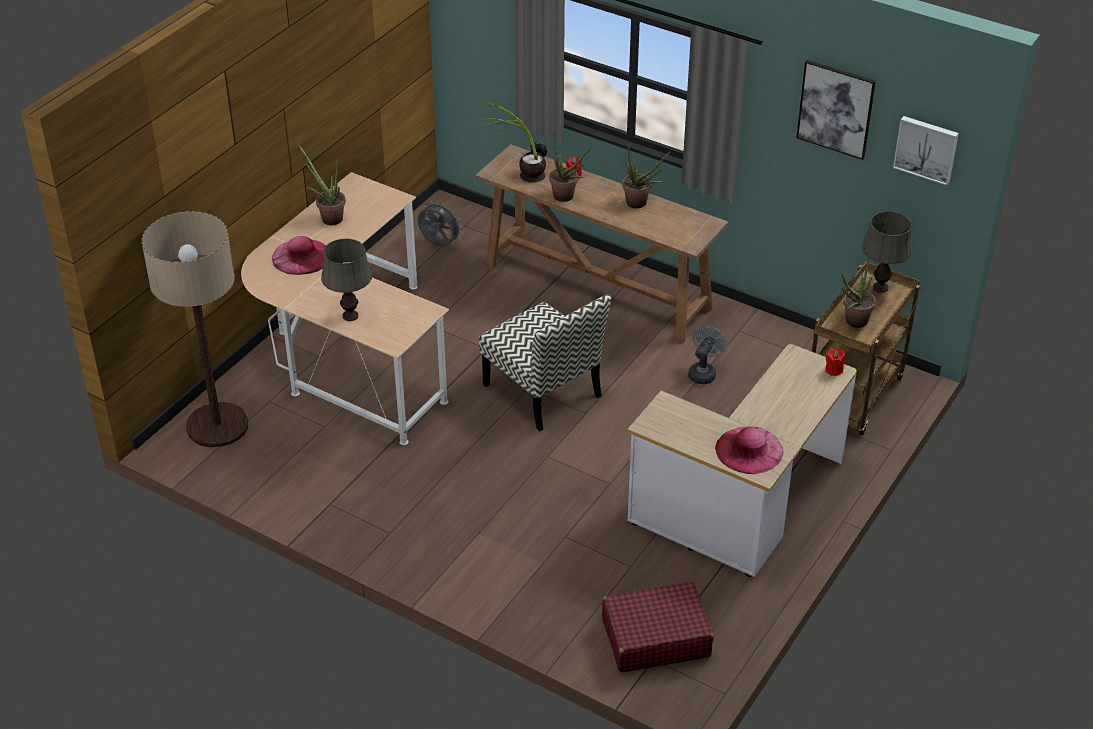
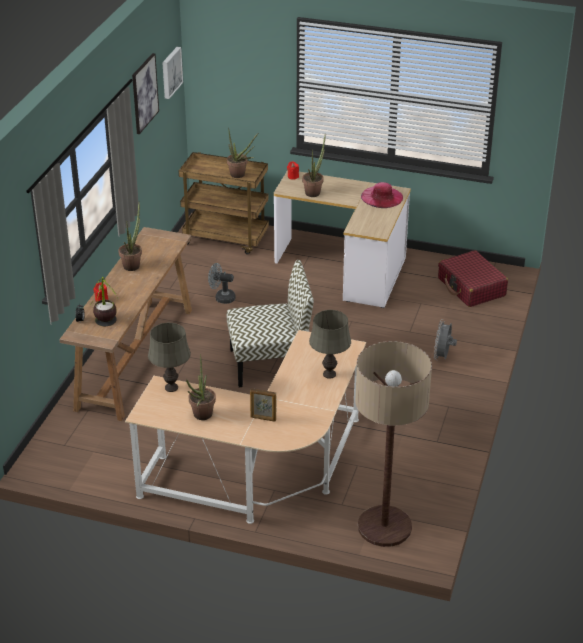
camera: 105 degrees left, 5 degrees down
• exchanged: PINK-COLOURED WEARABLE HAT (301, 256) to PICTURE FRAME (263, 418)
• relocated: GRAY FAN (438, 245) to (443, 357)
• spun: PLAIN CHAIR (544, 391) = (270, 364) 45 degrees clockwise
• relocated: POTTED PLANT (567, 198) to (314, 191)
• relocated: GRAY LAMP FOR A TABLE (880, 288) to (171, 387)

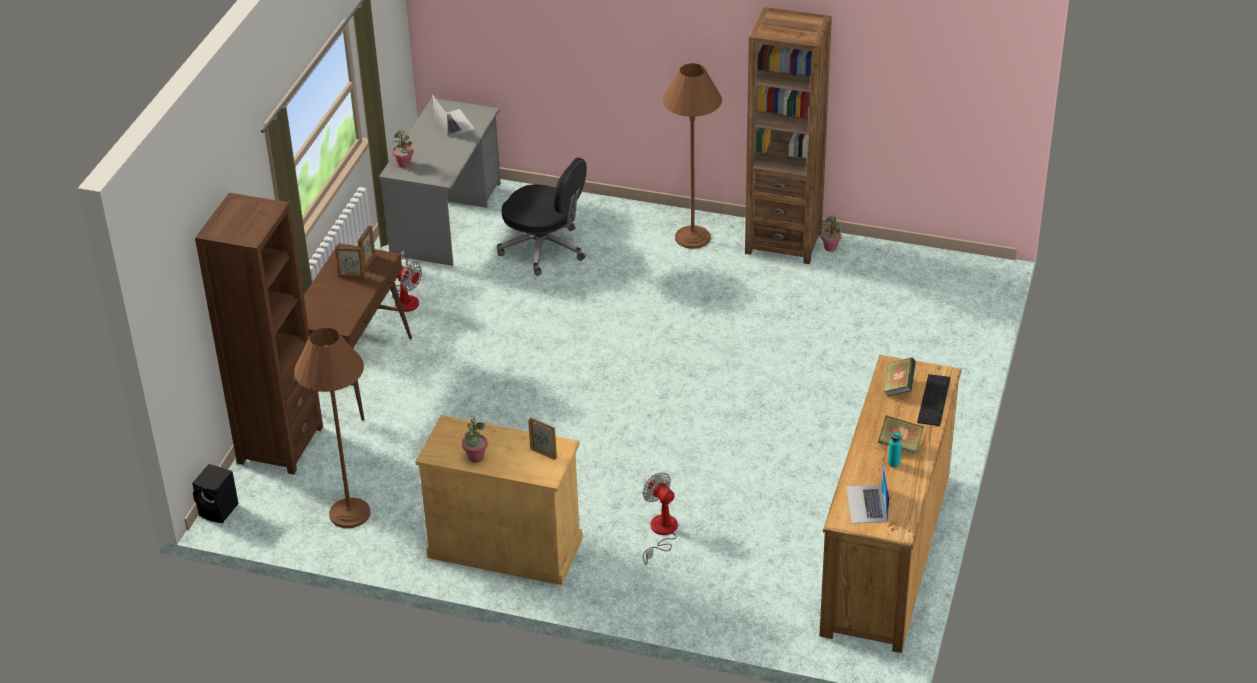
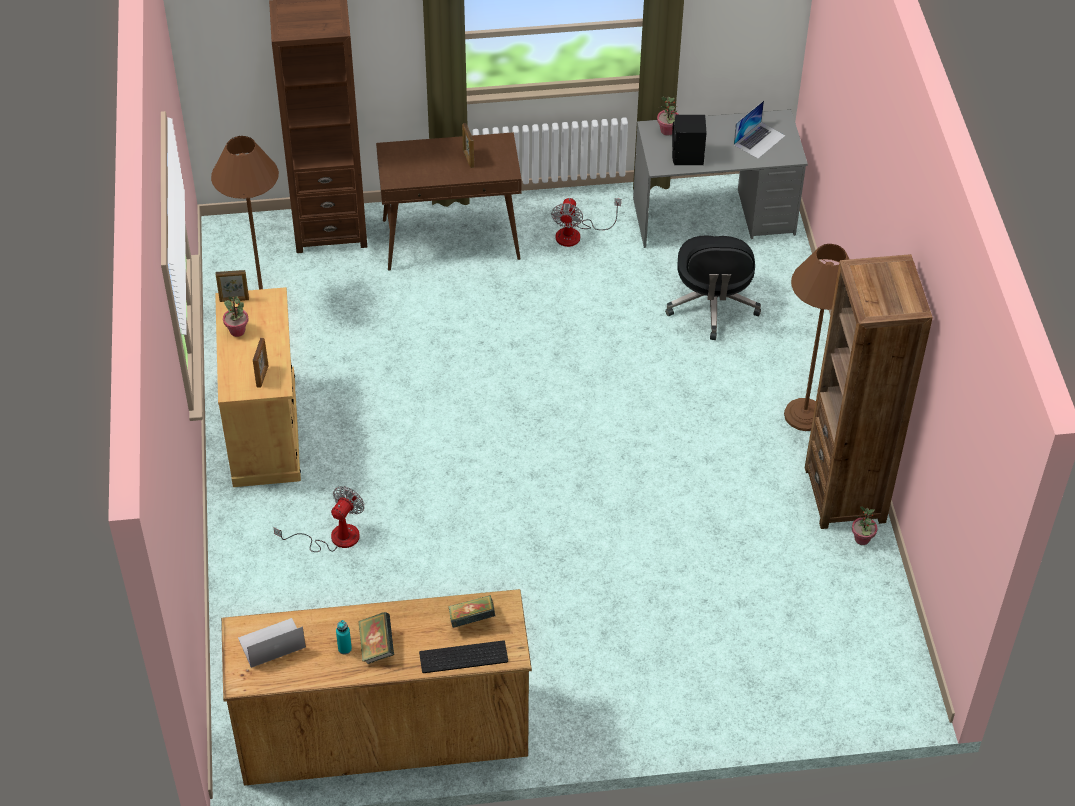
camera: 65 degrees right, 10 degrees up
• relocated: BLACK AUDIO SPEAKER (219, 510) to (687, 157)
• relocated: PICTURE FRAME (368, 261) to (234, 300)

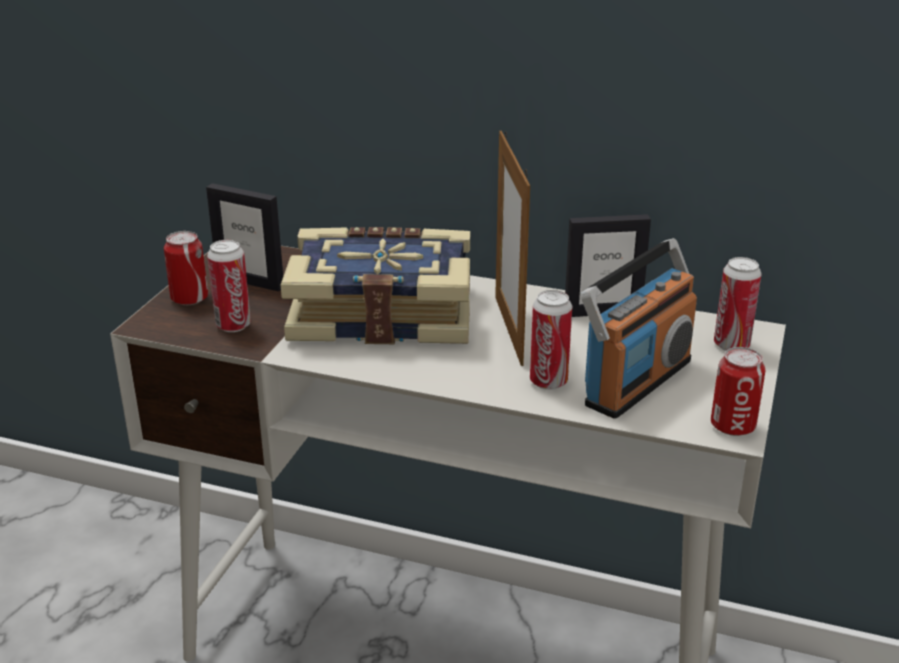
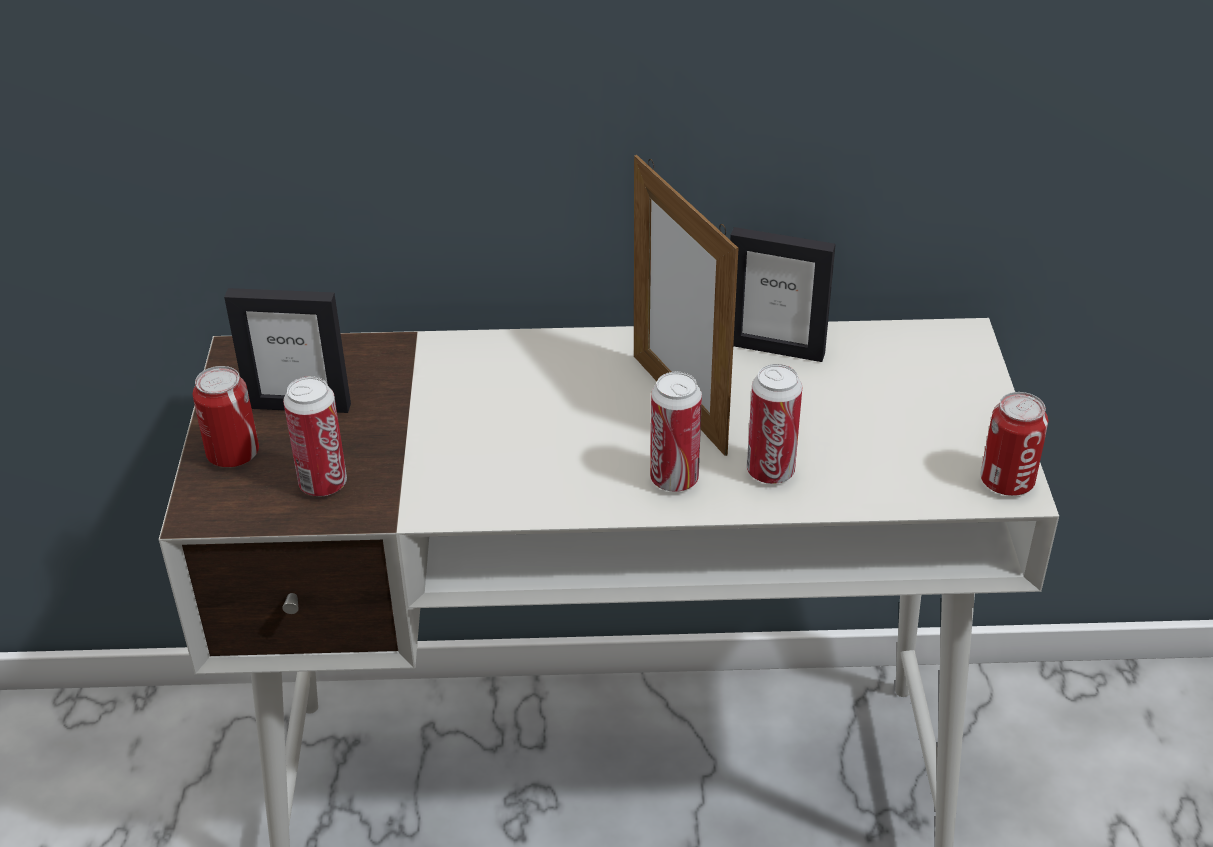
camera: 20 degrees left, 10 degrees up
• missing: BOOK (382, 312)
• spun: PICTURE FRAME (602, 312) = (775, 348) 45 degrees clockwise
• missing: RADIO (636, 382)
• relocated: METAL CAN (731, 345) to (674, 479)

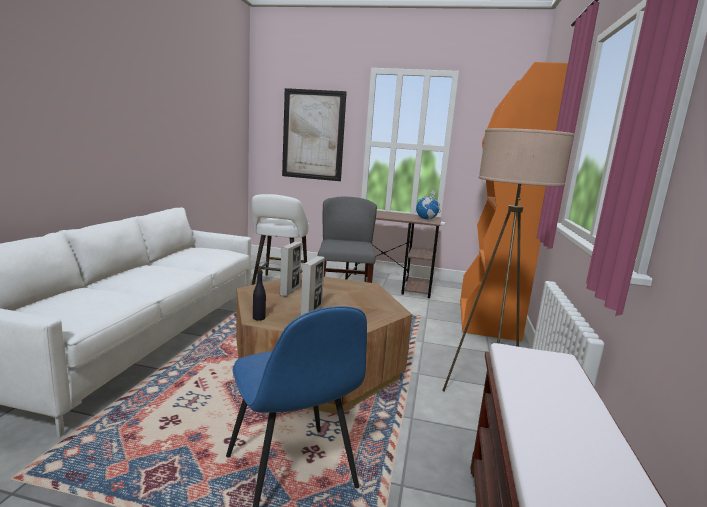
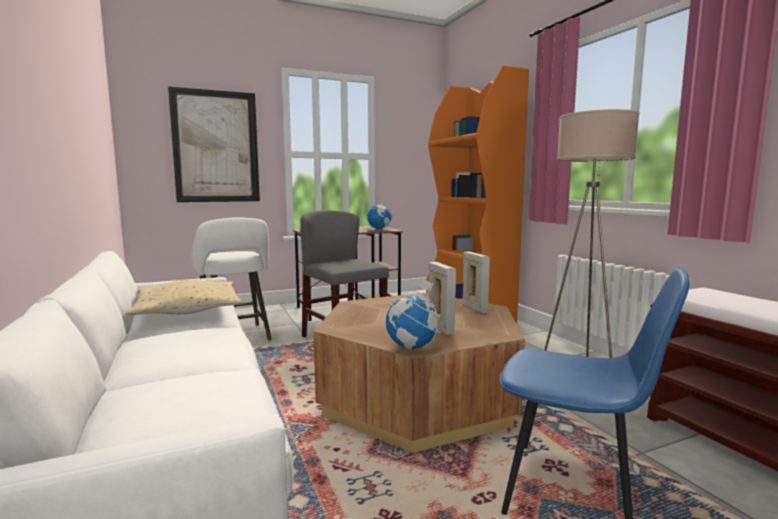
camera: 35 degrees left, 5 degrees down
• exchanged: BLACK BEVERAGE BOTTLE (259, 318) to DESK GLOBE (413, 347)
• relocated: PICTURE FRAME (289, 291) to (474, 308)
• appeared: BEIGE THROW PILLOW (187, 310)

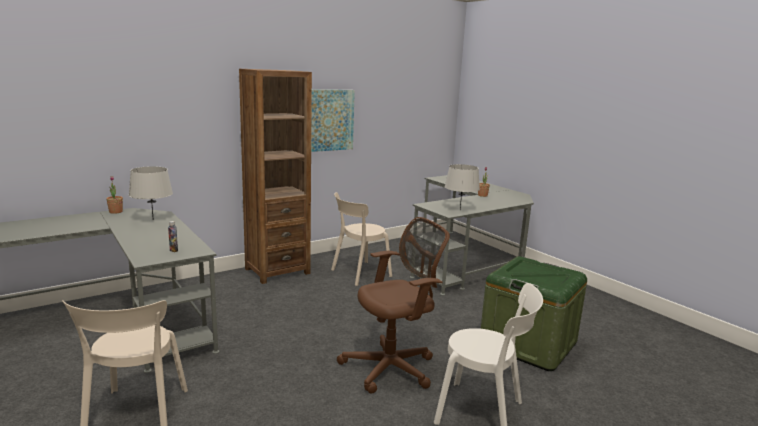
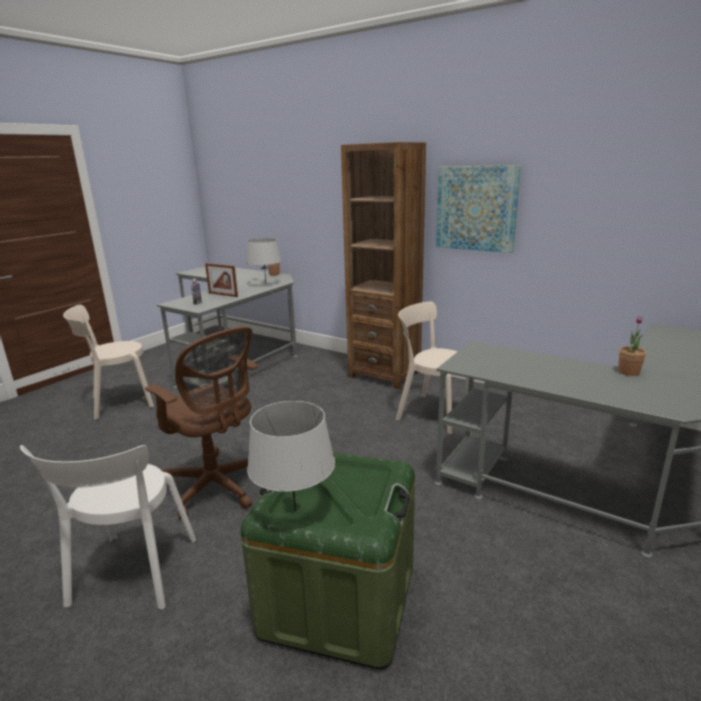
camera: 70 degrees right, 5 degrees up
• relocated: GRAY LAMP FOR A TABLE (460, 210) to (295, 511)
• appeared: PICTURE FRAME (223, 294)

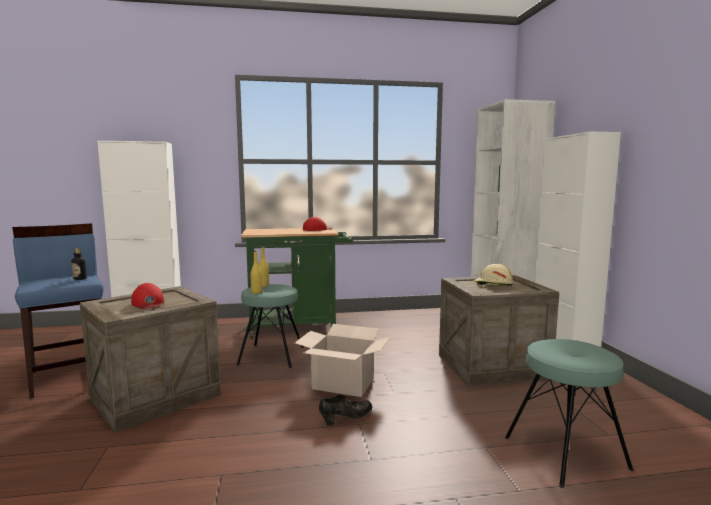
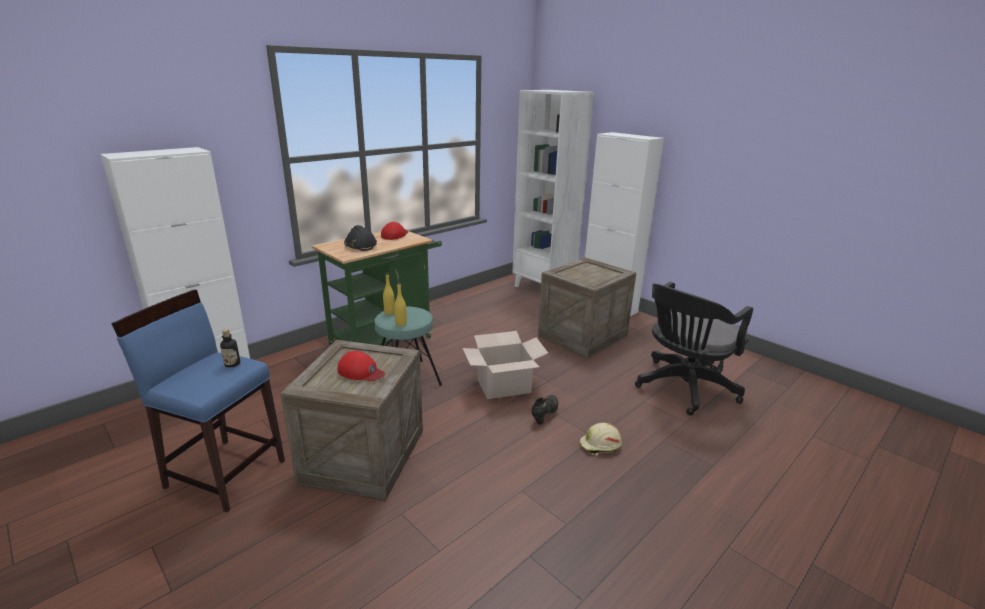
camera: 35 degrees left, 15 degrees up
• relocated: BEIGE WORK HELMET (493, 285) to (600, 446)
• exchanged: TURQUOISE-COLOURED SITTING STOOL (565, 453) to BLACK OFFICE CHAIR (683, 389)
• appeared: BLACK WORK HELMET (360, 245)

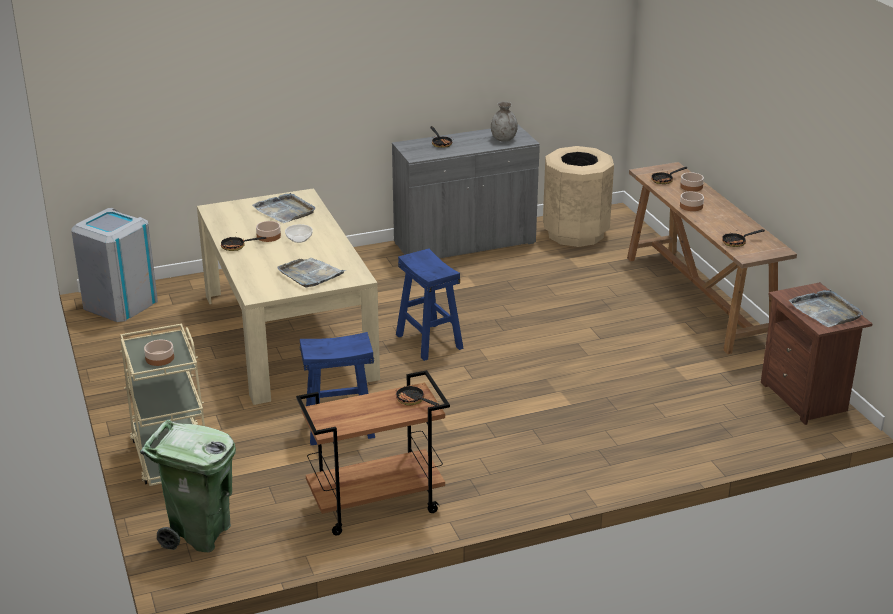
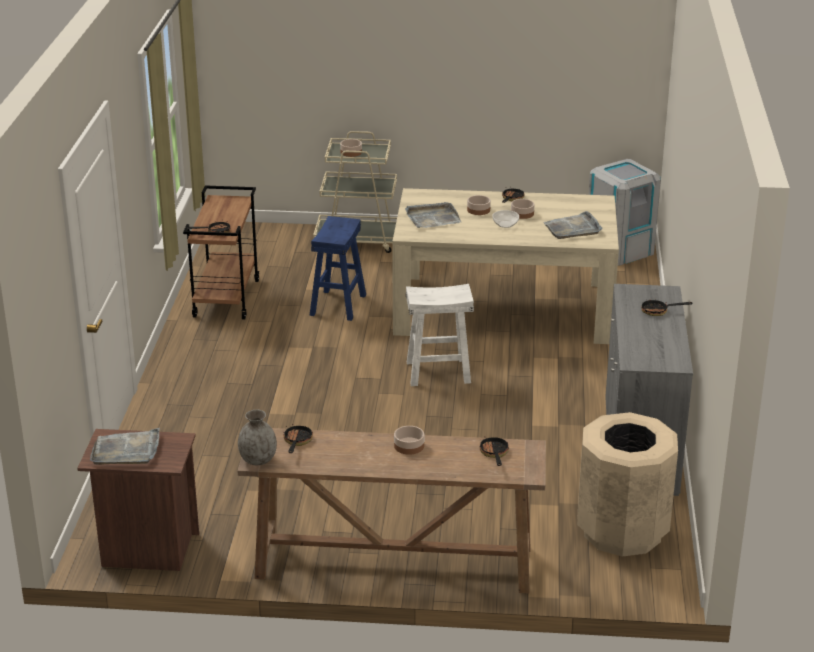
camera: 115 degrees right, 0 degrees up
• missing: GREEN RUBBISH BIN (200, 534)
• colour: BLUE SITTING STOOL (430, 341) to WHITE SITTING STOOL (438, 372)
• relocated: GRAY VASE (504, 139) to (258, 460)
• relocated: SERVING BOWL (691, 186) to (479, 210)

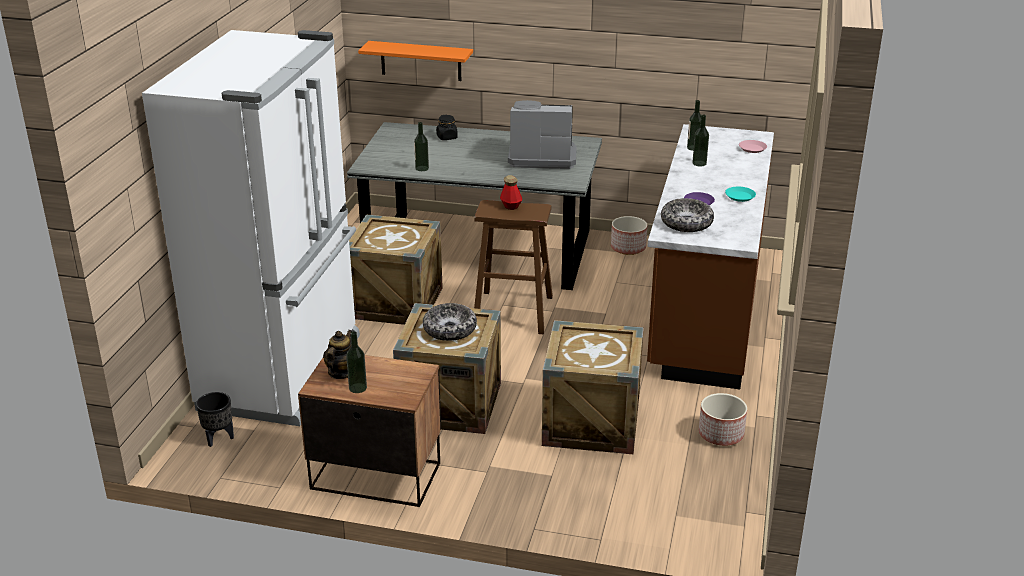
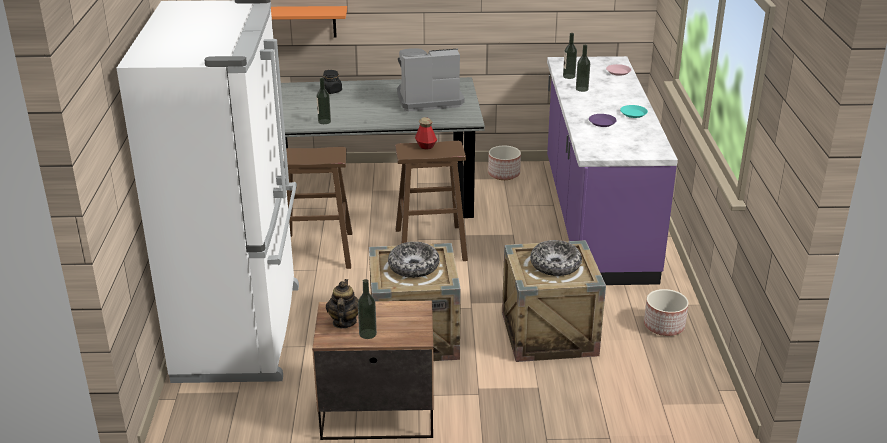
camera: 15 degrees left, 0 degrees up
• missing: BLACK PLANTER (218, 438)
• exchanged: PACKING CRATE (396, 302) to BROWN-COLOURED SITTING STOOL (318, 251)
• colour: BROWN-COLOURED KITCHEN COUNTER (704, 309) to PURPLE KITCHEN COUNTER (595, 219)
• relocated: SERVING BOWL (686, 223) to (555, 265)

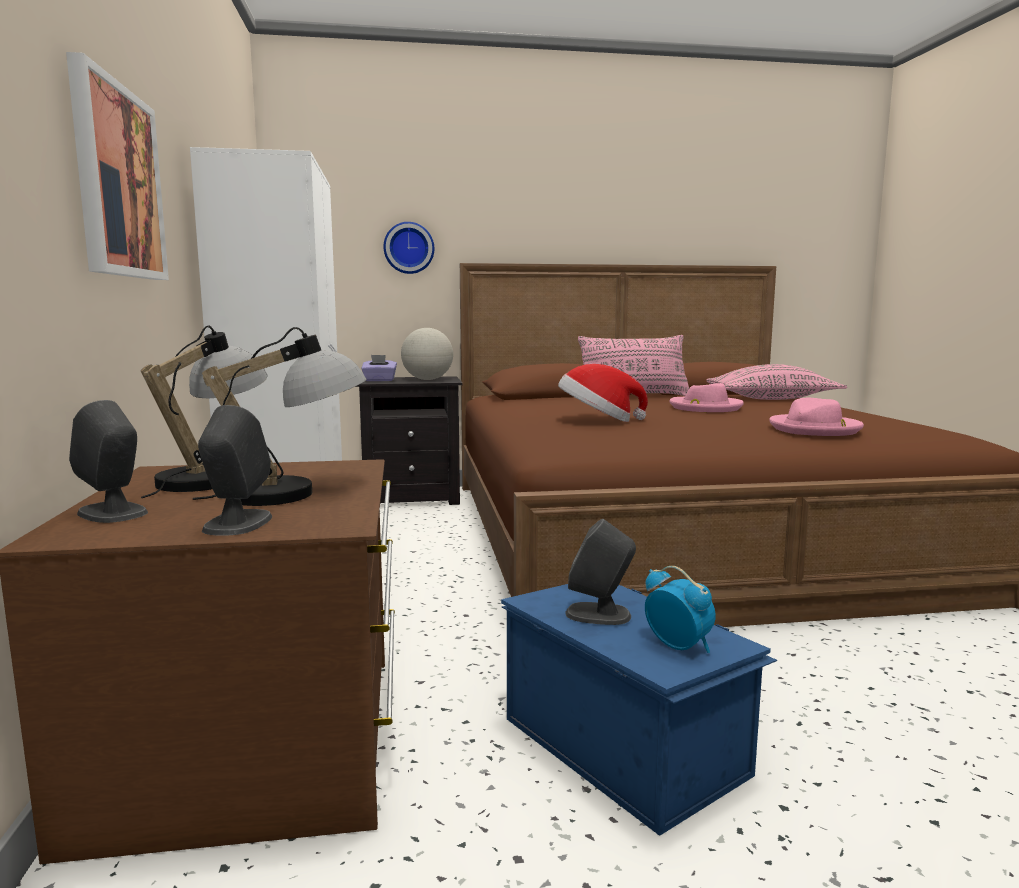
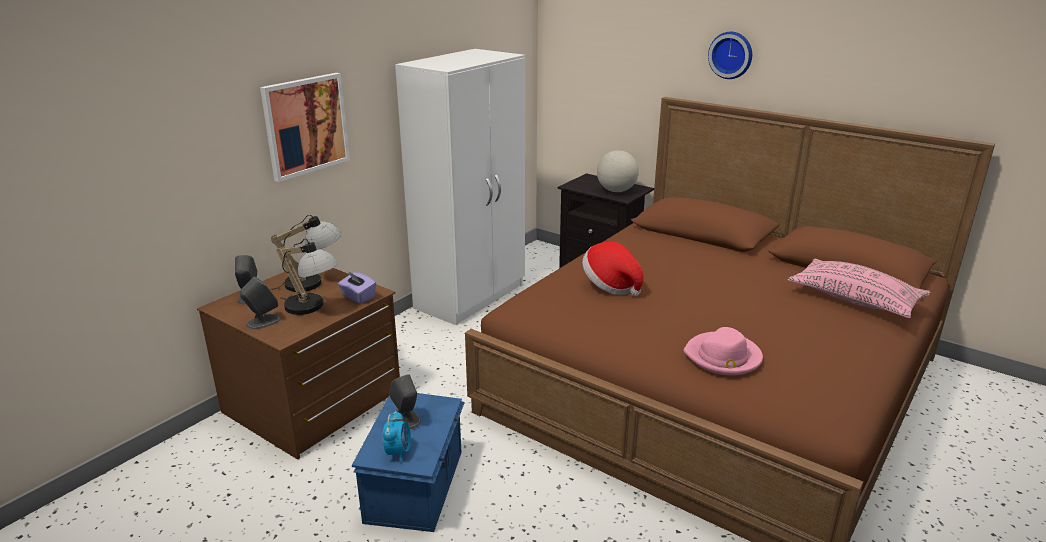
camera: 45 degrees right, 15 degrees up
• relocated: PURPLE TISSUE BOX (379, 380) to (358, 297)
• relocated: CLOCK ON THE WALL (409, 248) to (731, 55)
• missing: PINK-COLOURED THROW PILLOW (634, 397)
• missing: PINK-COLOURED WEARABLE HAT (705, 408)

